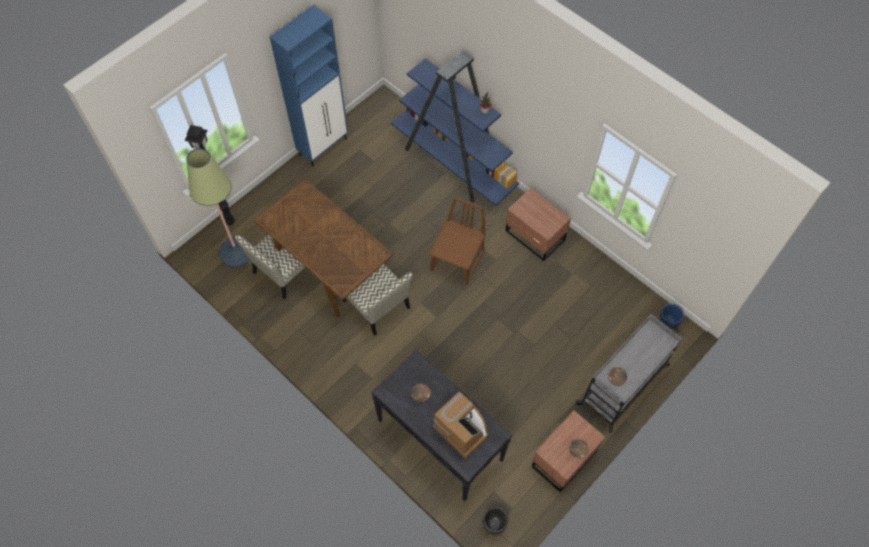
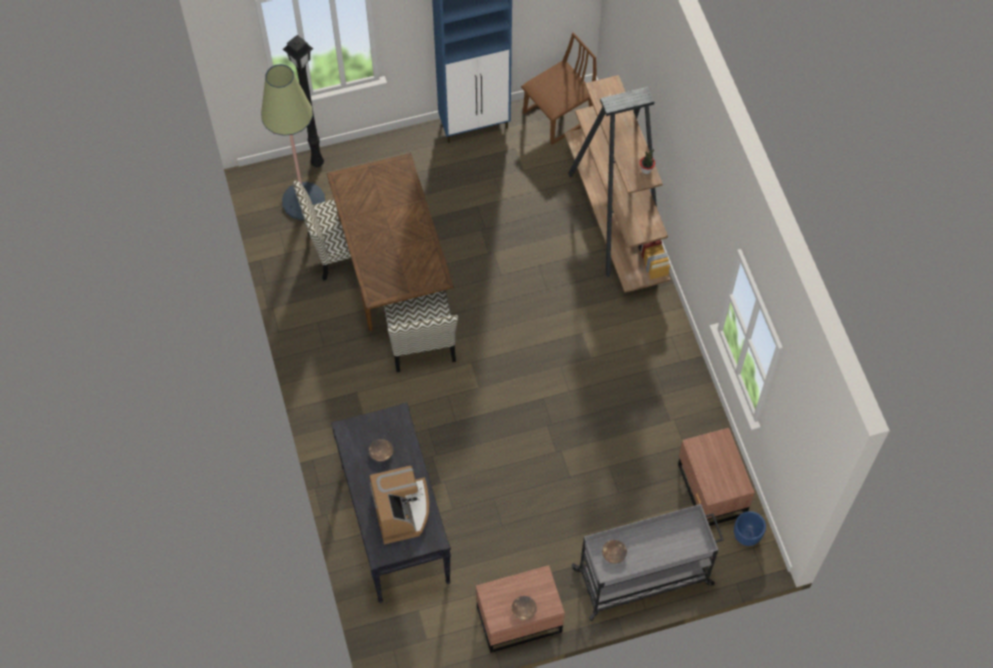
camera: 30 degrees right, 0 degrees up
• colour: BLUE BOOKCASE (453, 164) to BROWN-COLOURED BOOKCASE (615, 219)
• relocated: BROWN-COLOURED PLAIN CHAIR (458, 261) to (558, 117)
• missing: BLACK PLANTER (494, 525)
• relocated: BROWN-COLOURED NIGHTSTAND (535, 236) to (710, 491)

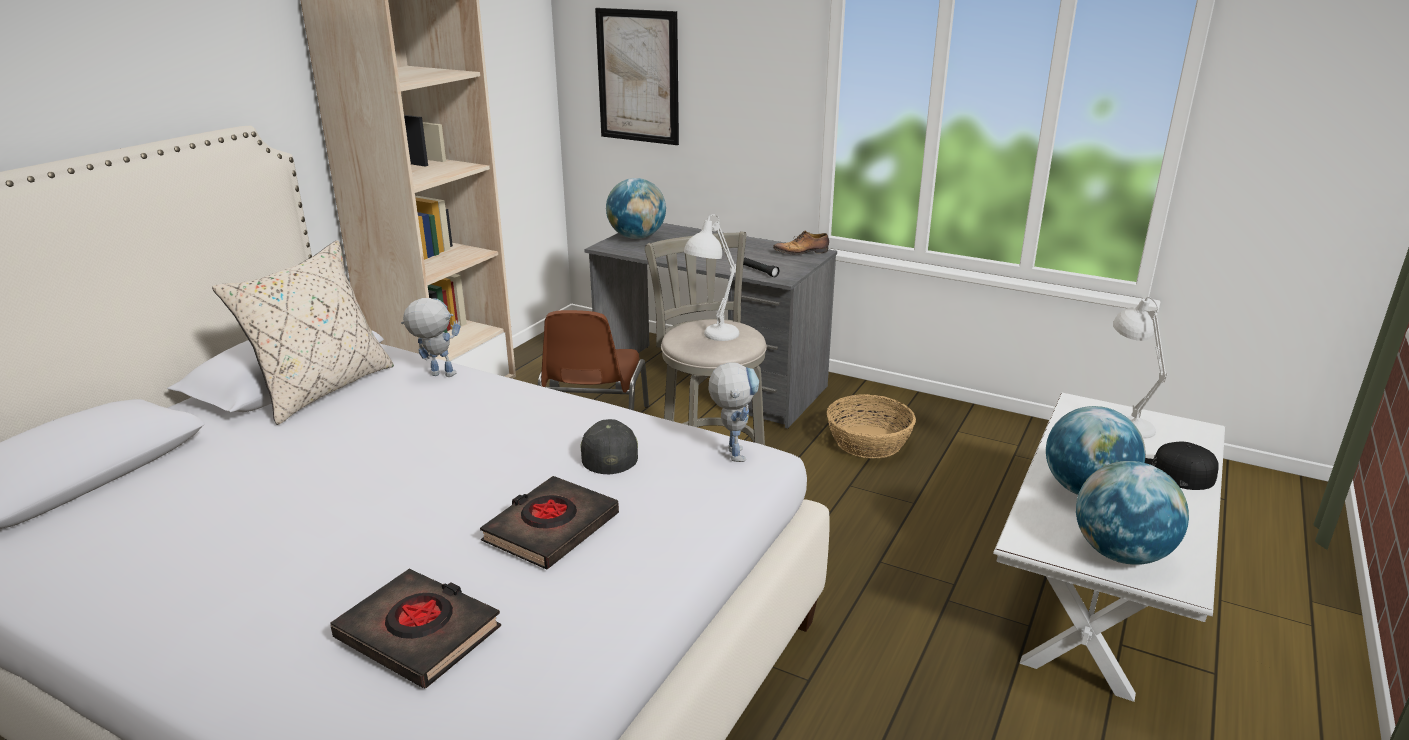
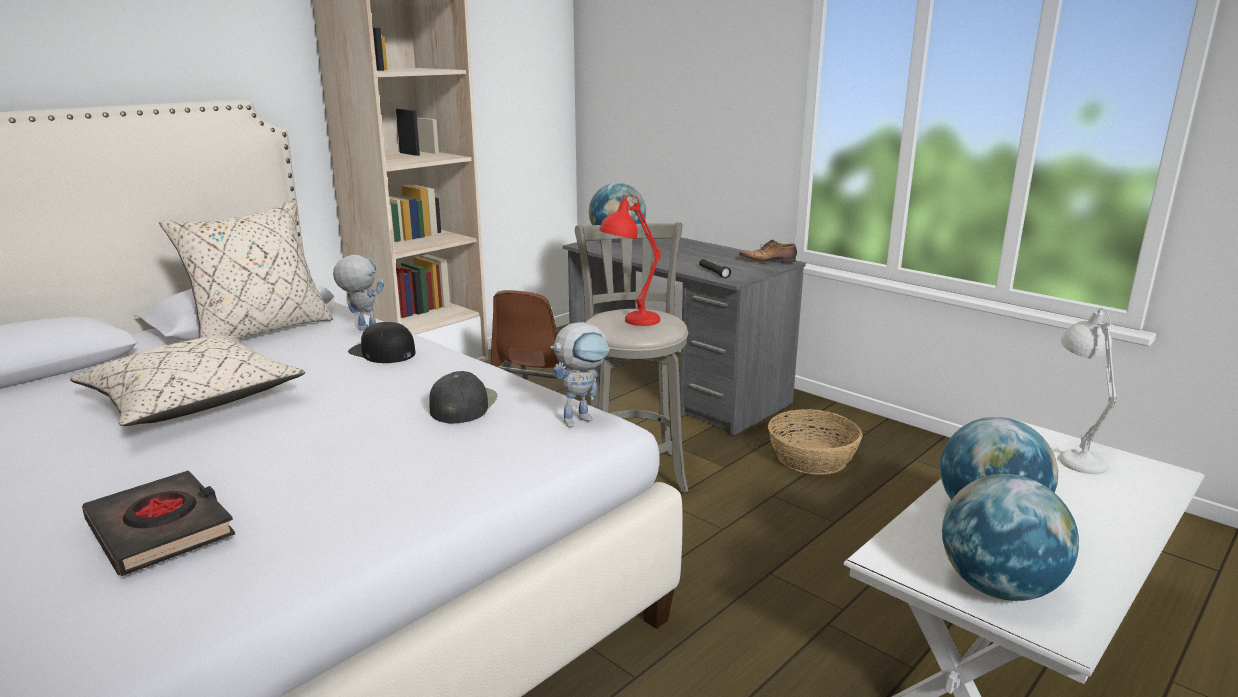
camera: 15 degrees right, 5 degrees down
• missing: BLACK BOOK (551, 528)
• missing: WALL ART (638, 76)
• colour: WHITE LAMP FOR A TABLE (711, 338) to RED LAMP FOR A TABLE (629, 322)
• spun: ROBOT FIGURE (732, 451) = (582, 418) 45 degrees clockwise
• relocated: BLACK CAP (1171, 474) to (382, 352)
• appeared: BEIGE THROW PILLOW (192, 401)

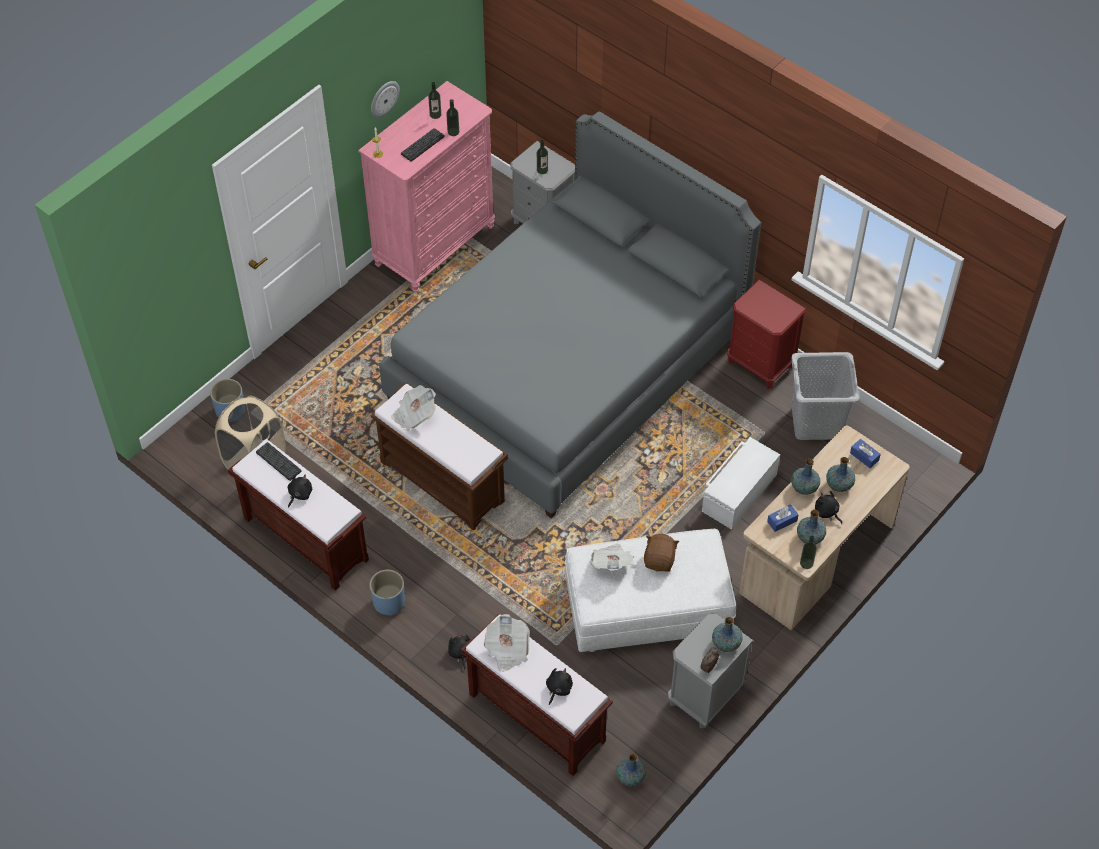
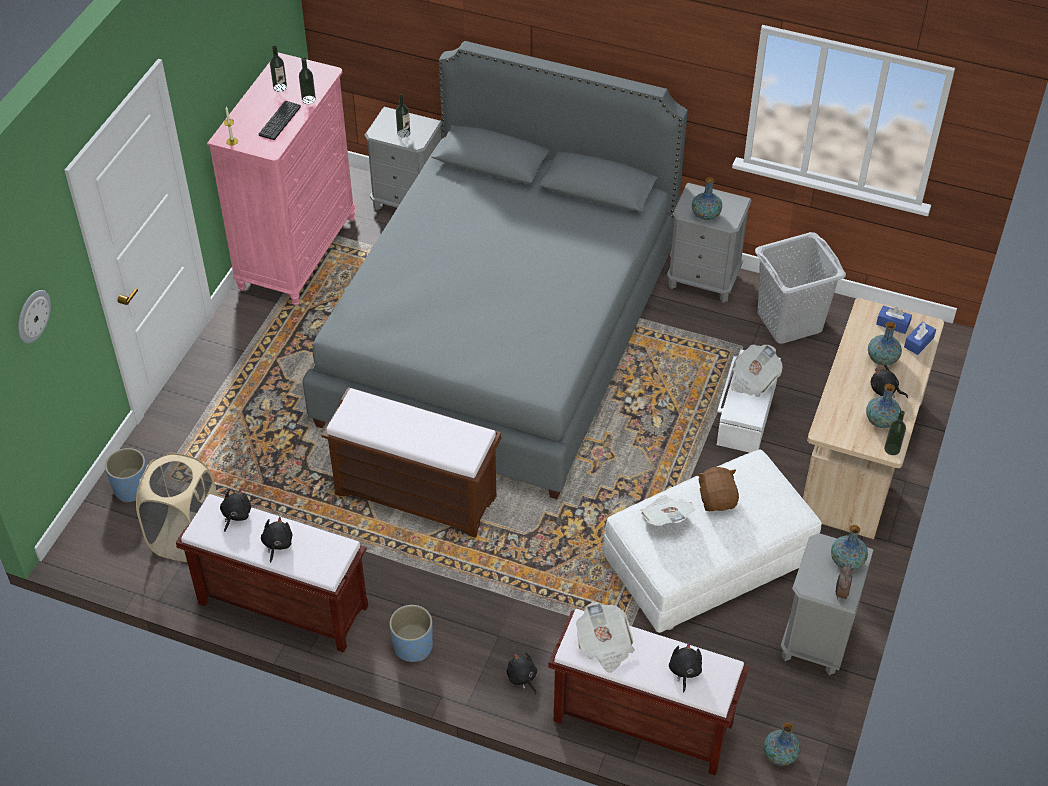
camera: 20 degrees left, 5 degrees down
• exchanged: PC KEYBOARD (278, 461) to BLACK PLUSH TOY (235, 515)
• relocated: CLOCK ON THE WALL (384, 98) to (32, 316)
• relocated: DAILY PAPER (414, 415) to (753, 380)
• colour: RED NIGHTSTAND (760, 364) to GRAY NIGHTSTAND (704, 280)
• relocated: BLUE TISSUE BOX (782, 521) to (918, 342)
• relocated: VASE (804, 487) to (706, 215)

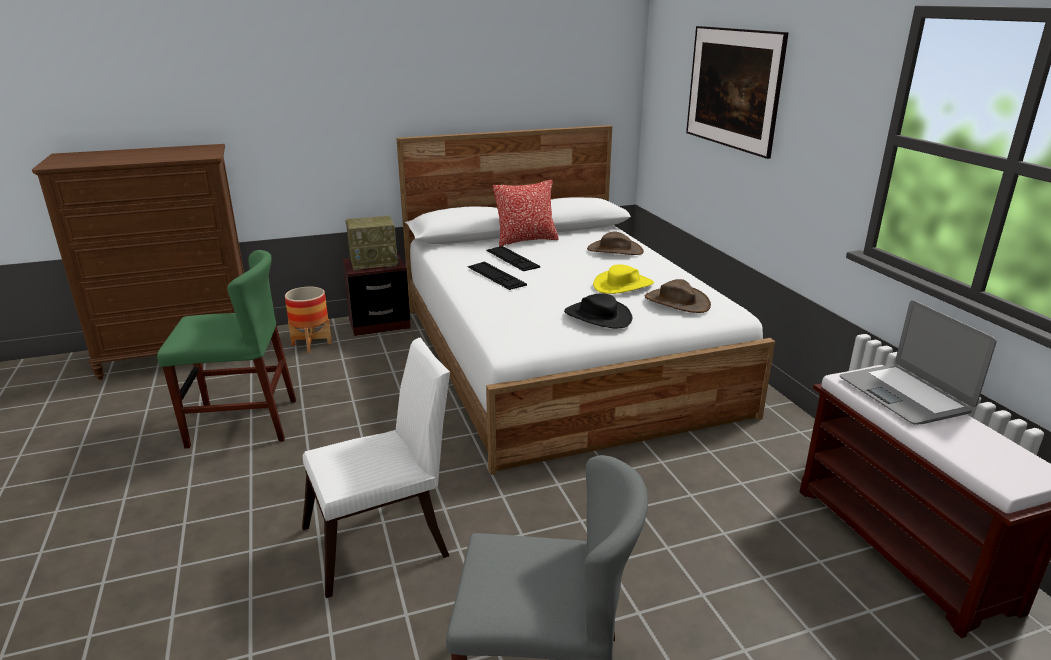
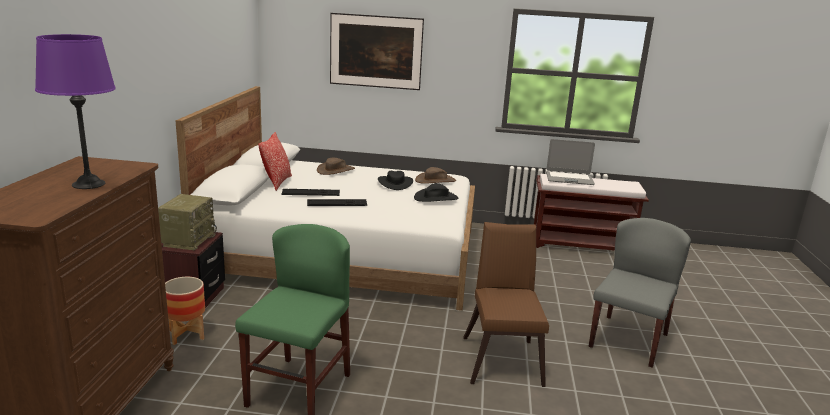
camera: 65 degrees left, 5 degrees down
• colour: WHITE PLAIN CHAIR (385, 540) to BROWN-COLOURED PLAIN CHAIR (502, 357)
• colour: YELLOW-COLOURED WEARABLE HAT (623, 285) to BLACK WEARABLE HAT (395, 183)
• appeared: PURPLE LAMP FOR A TABLE (88, 184)

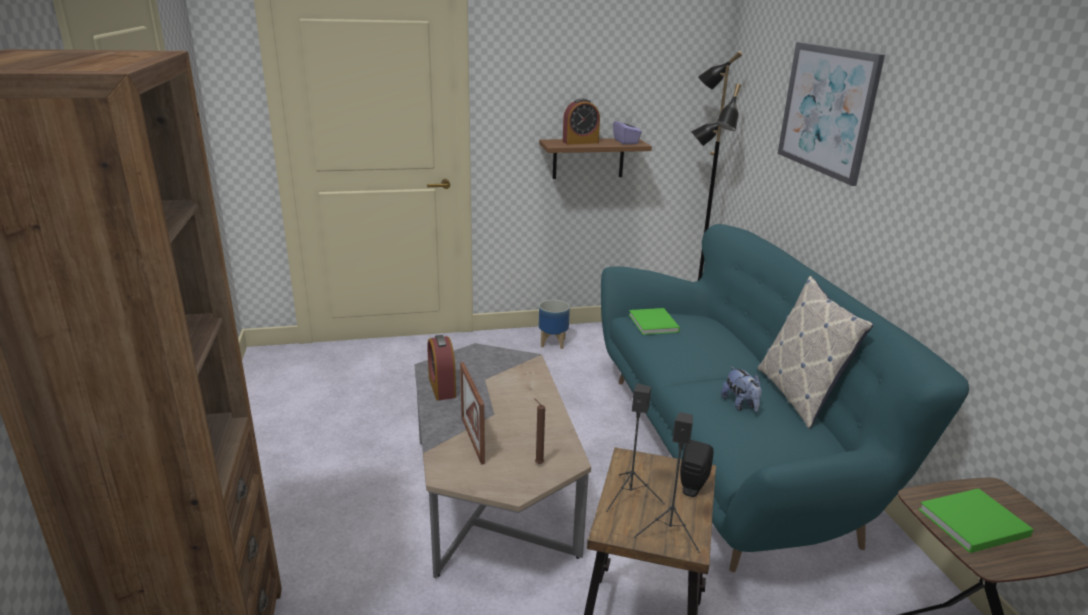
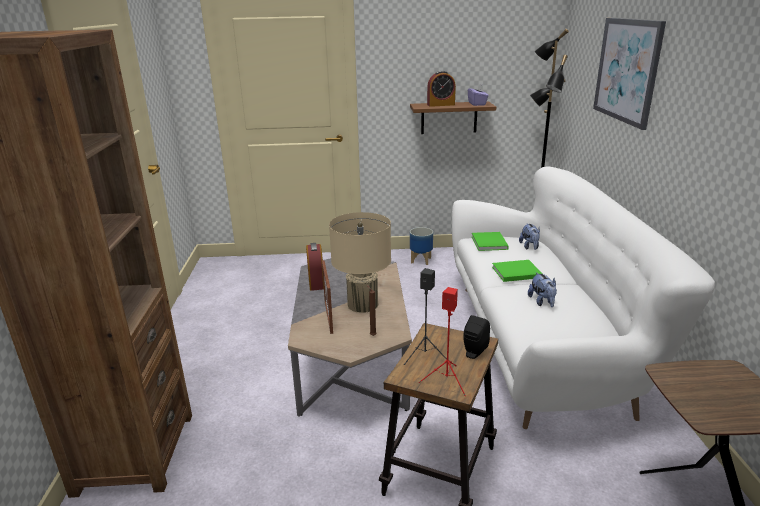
camera: 10 degrees right, 0 degrees up
• colour: TURQUOISE-COLOURED SETTEE (729, 452) to WHITE SETTEE (542, 343)
• colour: BLACK AUDIO SPEAKER (670, 532) to RED AUDIO SPEAKER (447, 381)
• missing: THROW PILLOW (799, 396)
• relocated: GREEN BOOK (971, 523) to (515, 272)
• appeared: BEIGE LAMP FOR A TABLE (363, 304)
• appeared: PLUSH TOY (529, 247)

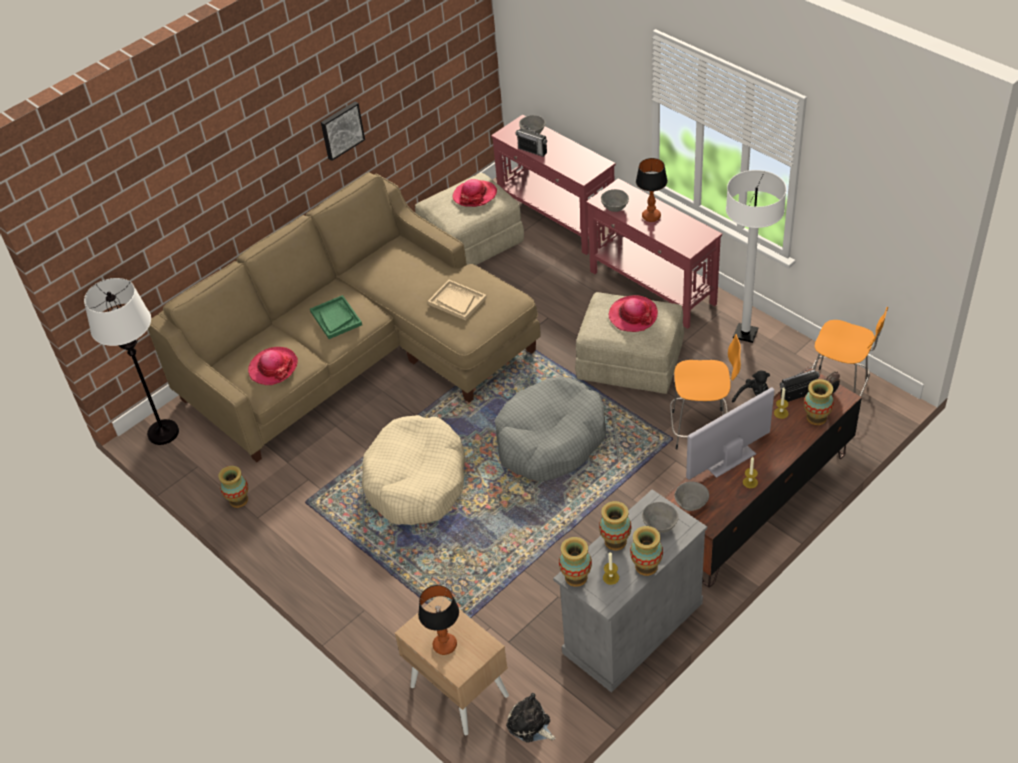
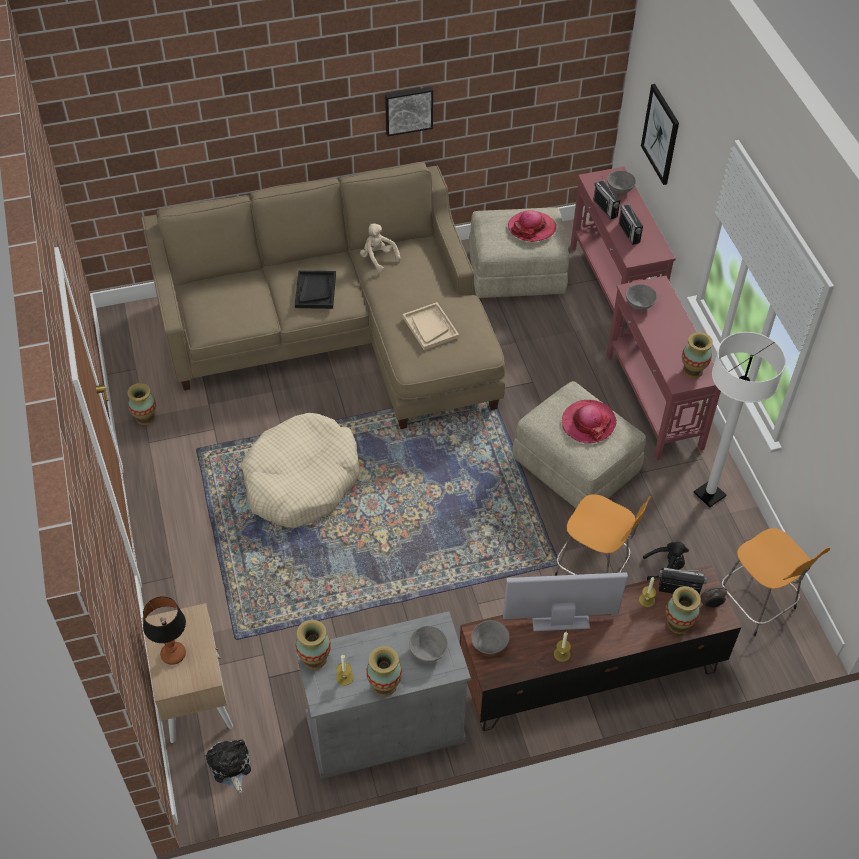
camera: 25 degrees right, 5 degrees up
• missing: WHITE STANDING LAMP (163, 432)
• missing: WEARABLE HAT (273, 367)
• colour: GREEN SERVING TRAY (336, 318) to BLACK SERVING TRAY (315, 290)
• missing: GRAY DOG BED (550, 440)
• relocated: VASE (615, 541) to (692, 370)
• missing: LAMP FOR A TABLE (651, 217)
• appeared: BEIGE PLUSH TOY (378, 258)
• appeared: RADIO (629, 233)
• appeared: WALL ART (661, 134)

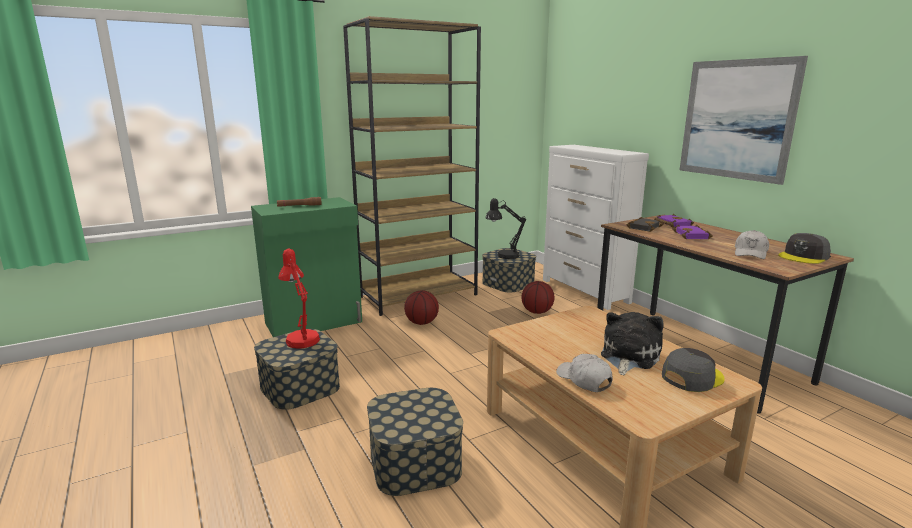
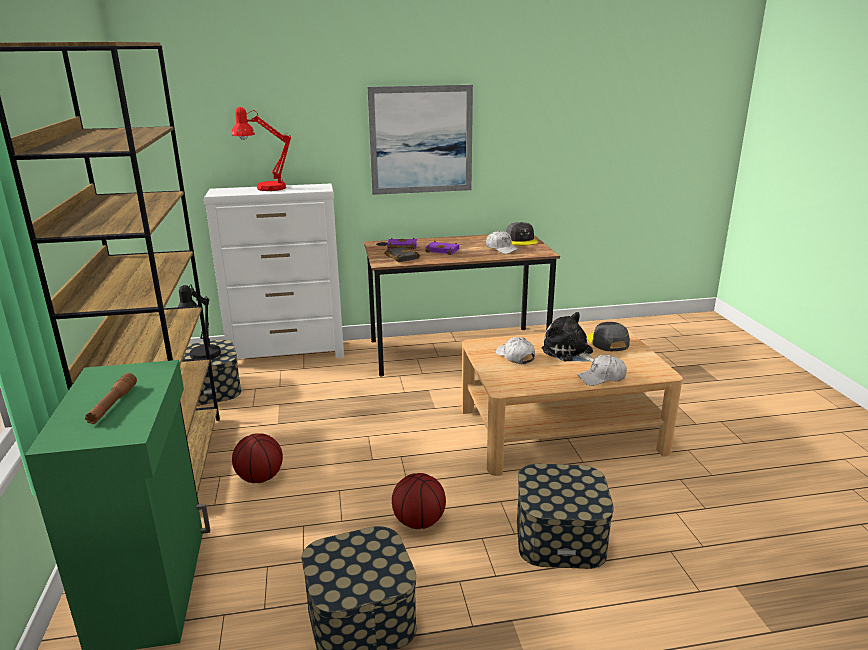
camera: 70 degrees left, 5 degrees up
• relocated: RED LAMP FOR A TABLE (301, 338) to (265, 188)
• relocated: BASKETBALL BALL (537, 312) to (419, 522)
• appeared: WHITE CAP (515, 357)

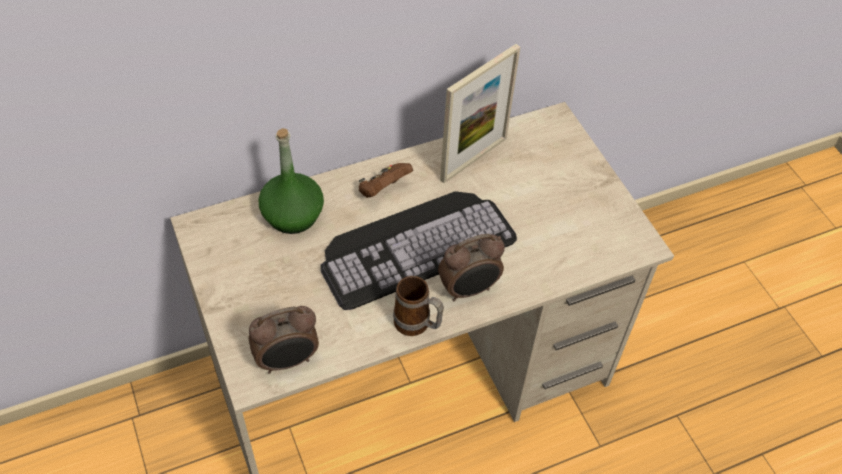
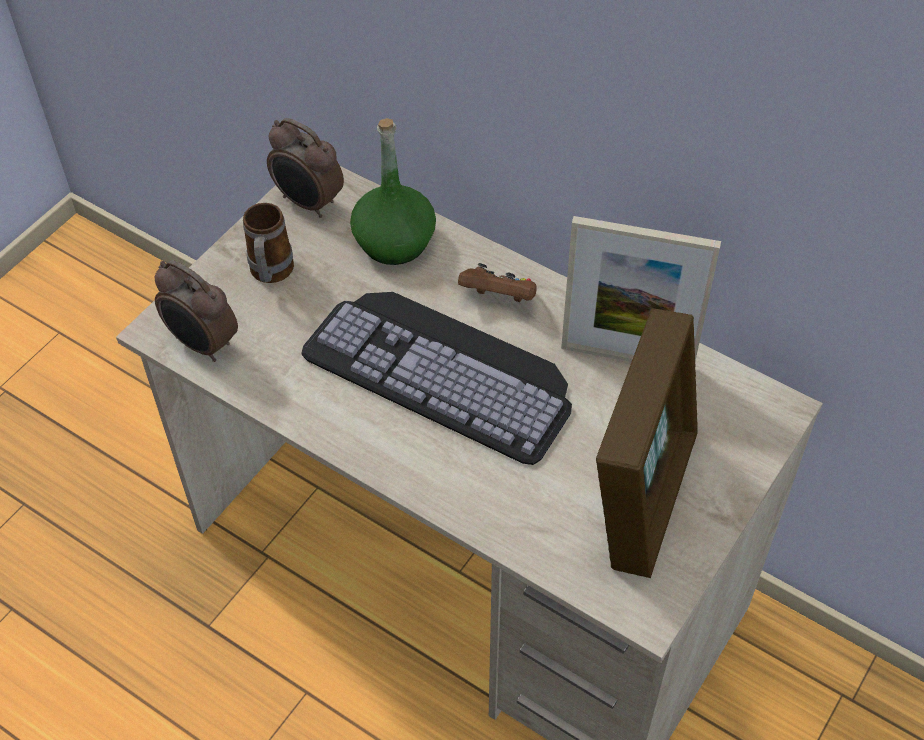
camera: 60 degrees right, 0 degrees up
• relocated: MUG (417, 325) to (270, 275)
• relocated: TABLE CLOCK (469, 290) to (308, 203)
• appeared: PICTURE FRAME (642, 495)

